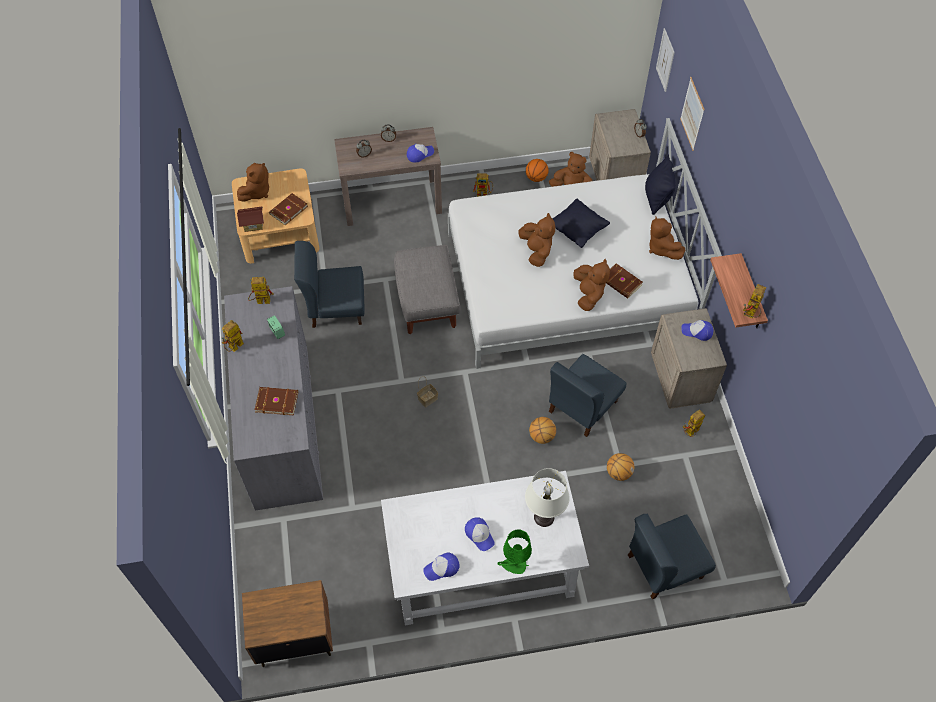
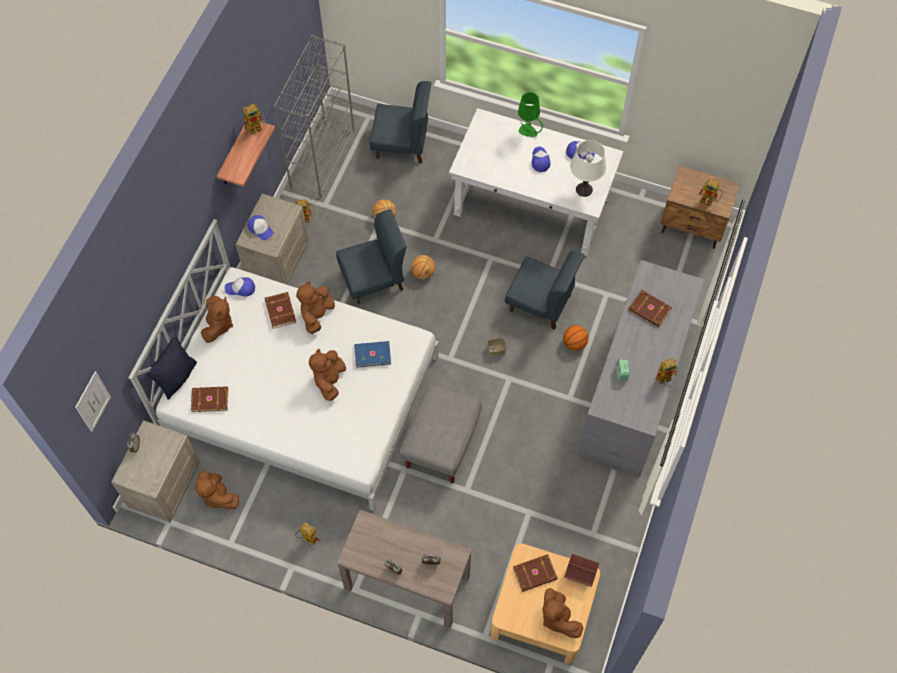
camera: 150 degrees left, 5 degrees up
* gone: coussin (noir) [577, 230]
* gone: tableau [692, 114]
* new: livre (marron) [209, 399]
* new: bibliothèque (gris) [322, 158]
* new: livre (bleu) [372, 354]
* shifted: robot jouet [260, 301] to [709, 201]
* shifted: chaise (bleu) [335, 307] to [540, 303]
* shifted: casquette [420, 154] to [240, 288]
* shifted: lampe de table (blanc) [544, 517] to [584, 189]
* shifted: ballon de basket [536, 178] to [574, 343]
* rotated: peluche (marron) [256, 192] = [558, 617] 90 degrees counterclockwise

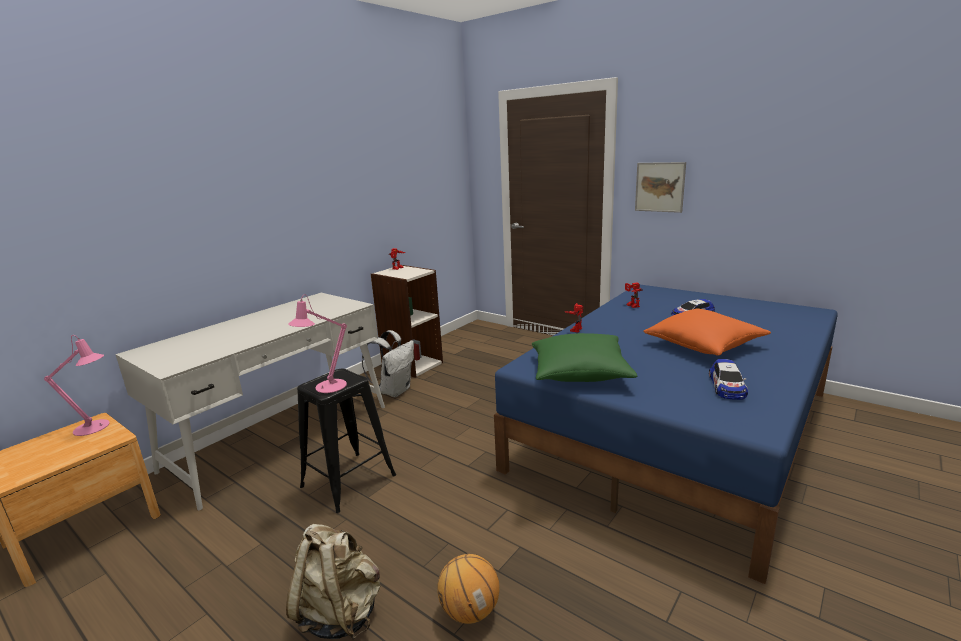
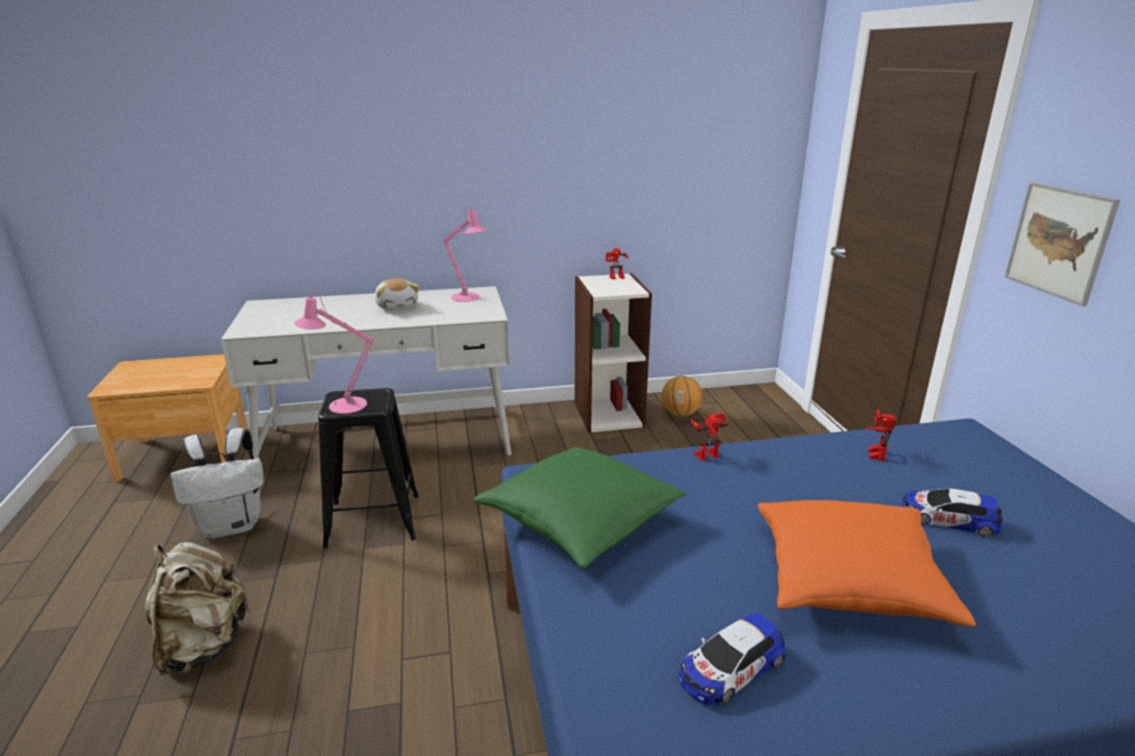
camera: 40 degrees right, 5 degrees up
* new: peluche [397, 306]
* shifted: lampe de table (rose) [96, 427] to [468, 298]
* shifted: sac à dos (blanc) [394, 391] to [233, 525]
* shifted: ballon de basket [469, 610] to [680, 414]

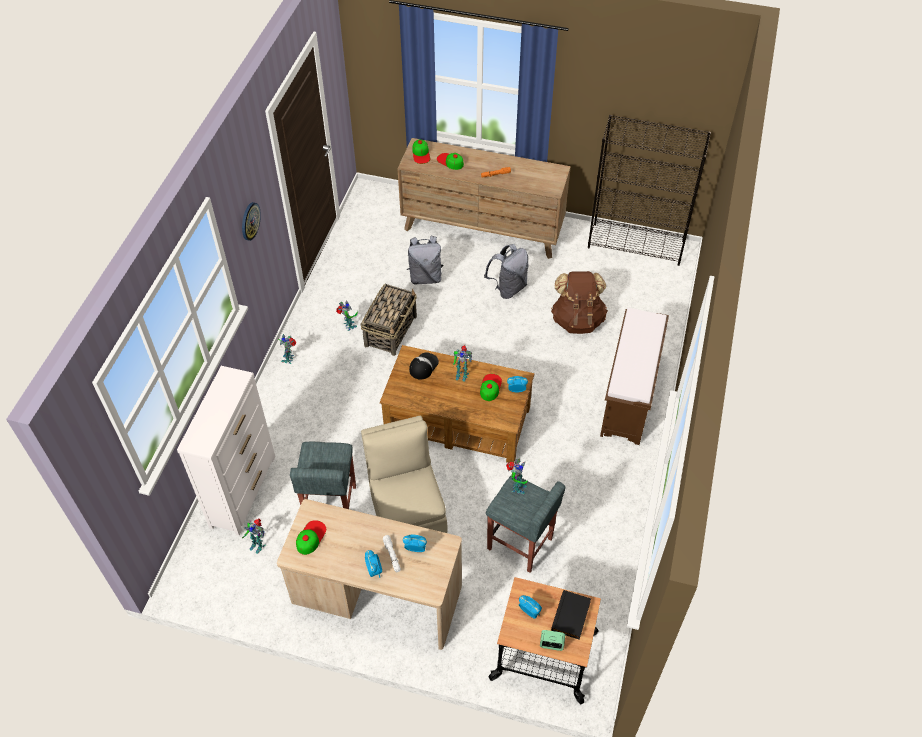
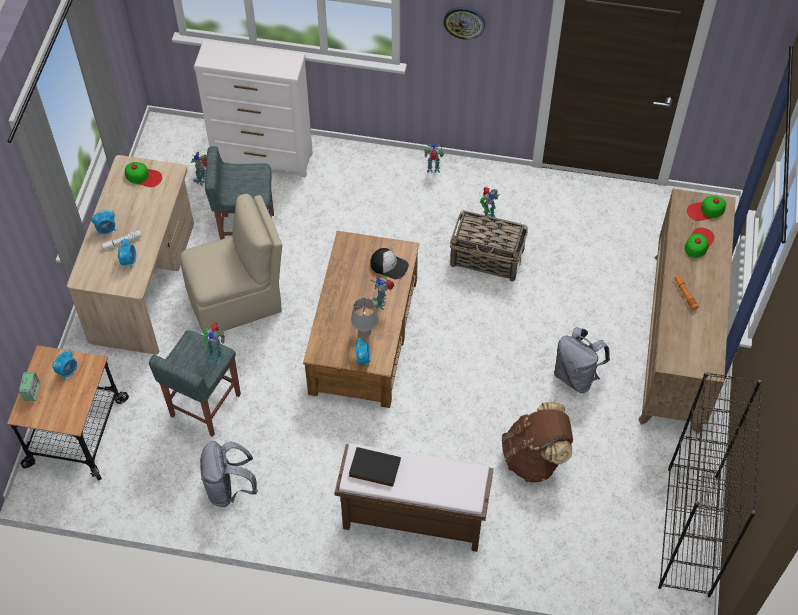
camera: 85 degrees right, 5 degrees up
* shifted: sac à dos (gris) [425, 277] to [229, 488]
* shifted: livre (noir) [572, 616] to [374, 469]
* swapped: casquette [490, 387] to lampe de table (gris) [365, 332]

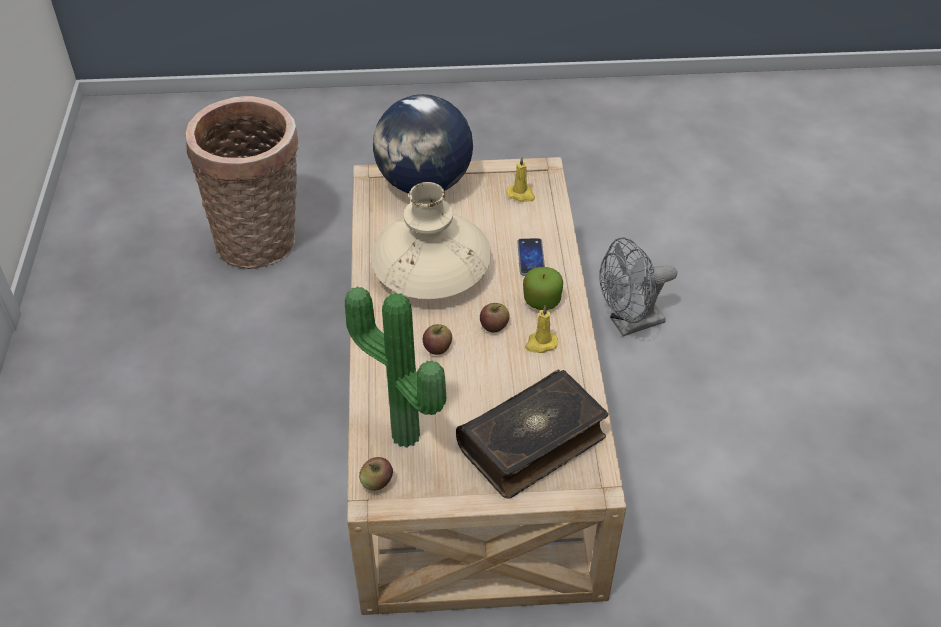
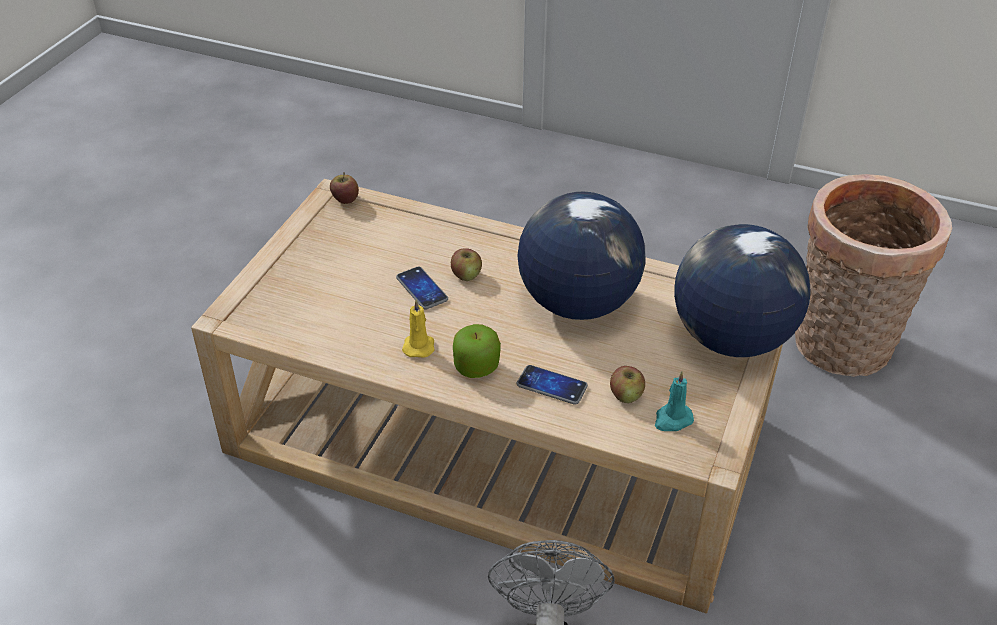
camera: 115 degrees right, 5 degrees down
* gone: plante en pot [402, 439]
* gone: livre [533, 443]
* new: téléphone [422, 289]
* shifted: pomme [494, 326] to [626, 395]
* swapped: vase (beige) [431, 271] to globe [578, 302]
* repainted: bougie (jaune) [521, 194] to bougie (turquoise) [672, 419]

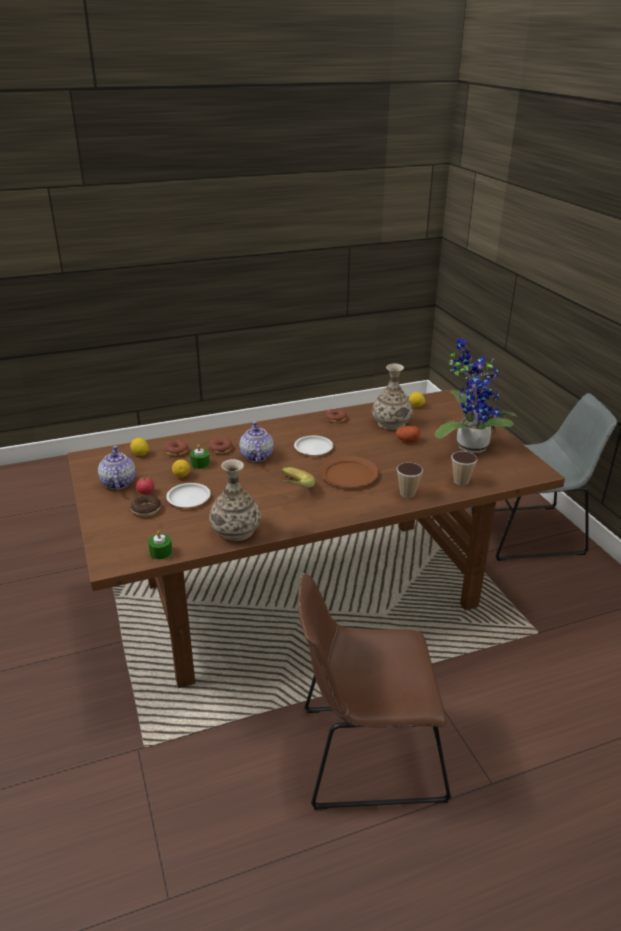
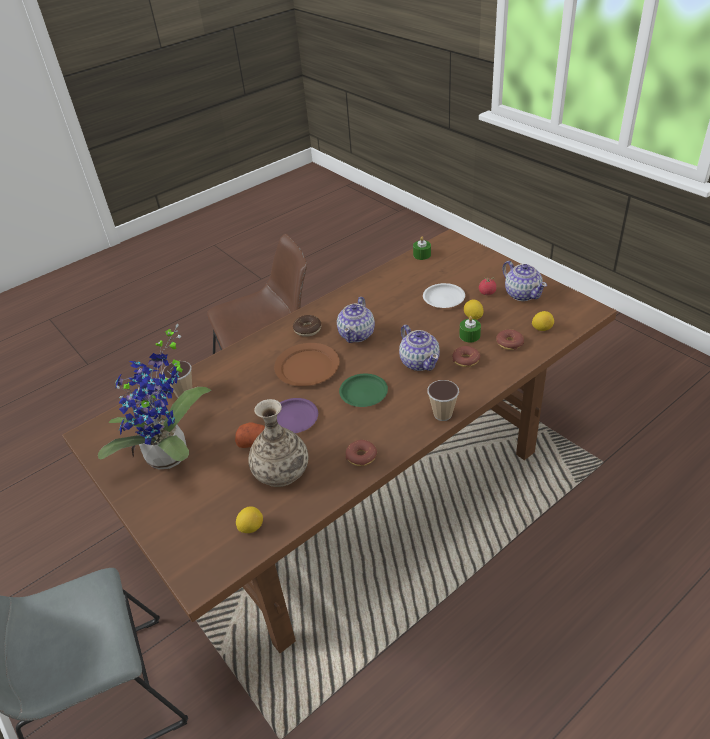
camera: 165 degrees right, 10 degrees up
* gone: vase [236, 531]
* new: assiette (violet) [293, 418]
* shifted: beignet [146, 510] to [307, 329]
* shifted: tasse [407, 493] to [442, 414]
* swapped: banane [291, 488] to théière [357, 334]
* repainted: assiette (blanc) [313, 448] to assiette (vert) [363, 393]

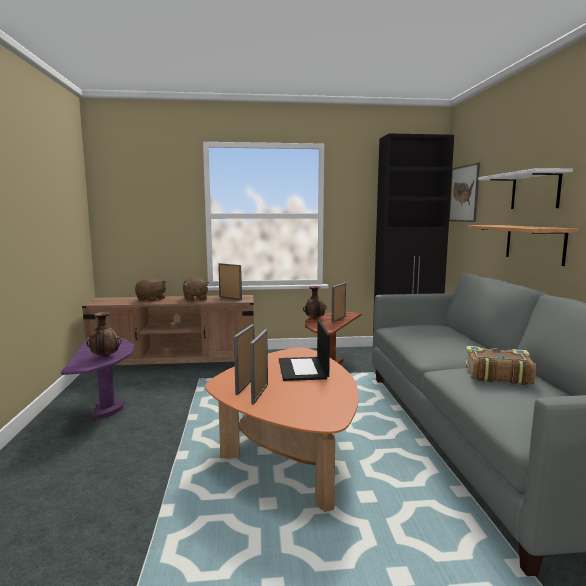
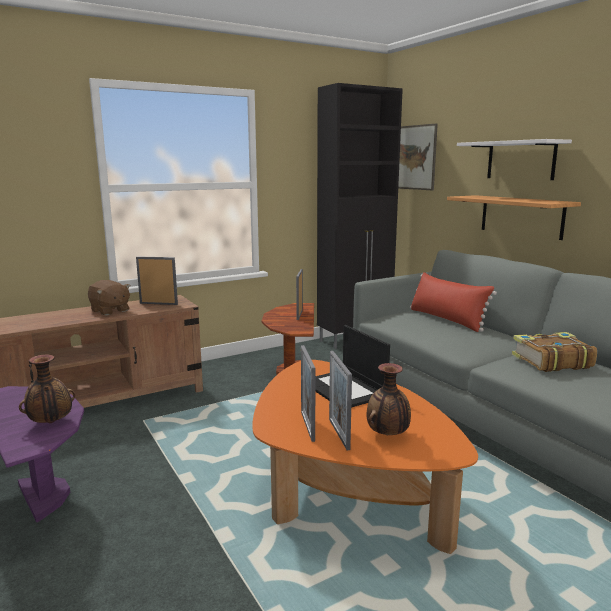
camera: 25 degrees left, 5 degrees up
* gone: peluche (marron) [152, 299]
* new: coussin (rouge) [446, 319]
* shifted: vase [314, 319] to [388, 435]

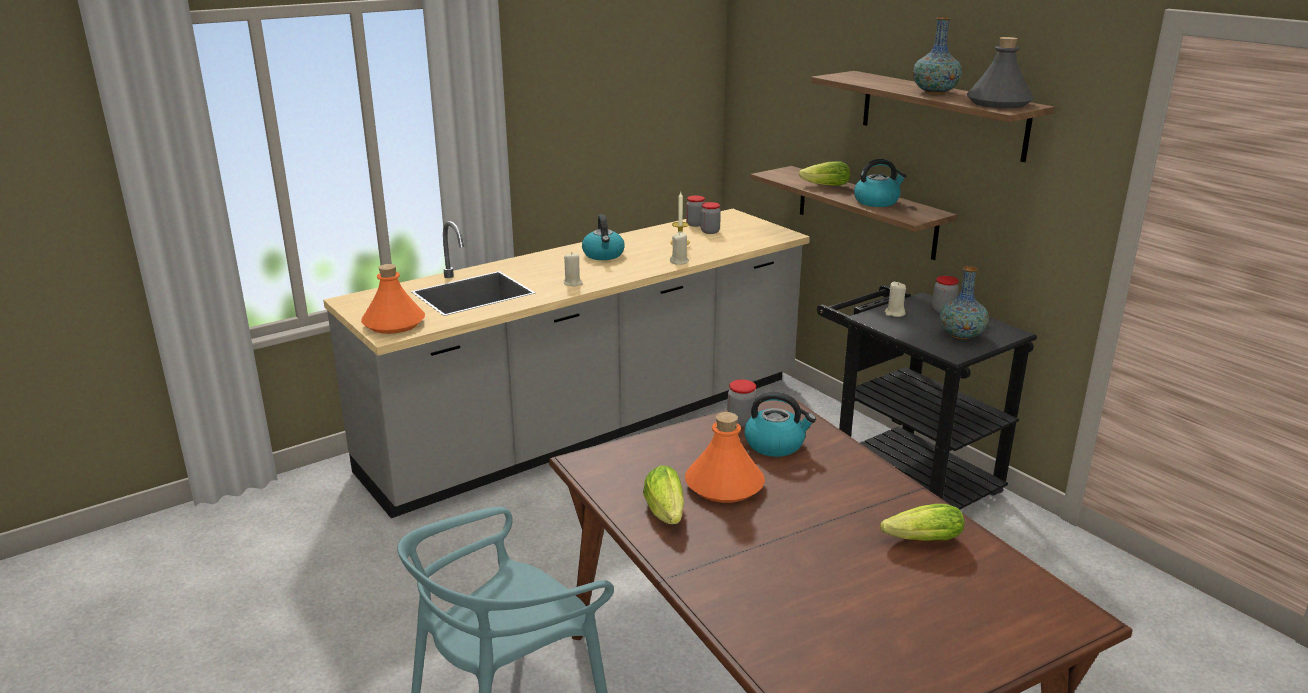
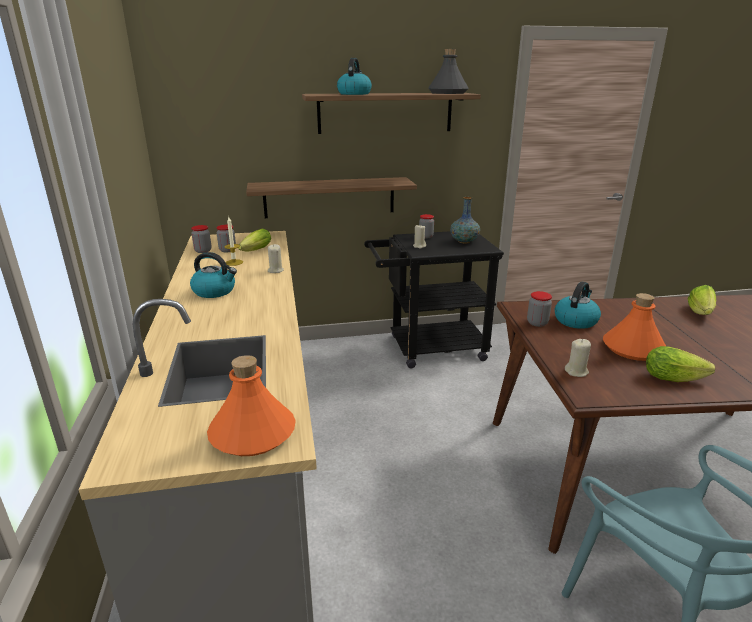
camera: 65 degrees left, 0 degrees up
* gone: vase [934, 92]
* shifted: bougie (beige) [573, 283] to [576, 372]
* shifted: laitue [823, 186] to [254, 251]
* shifted: bouilloire [877, 201] to [354, 94]

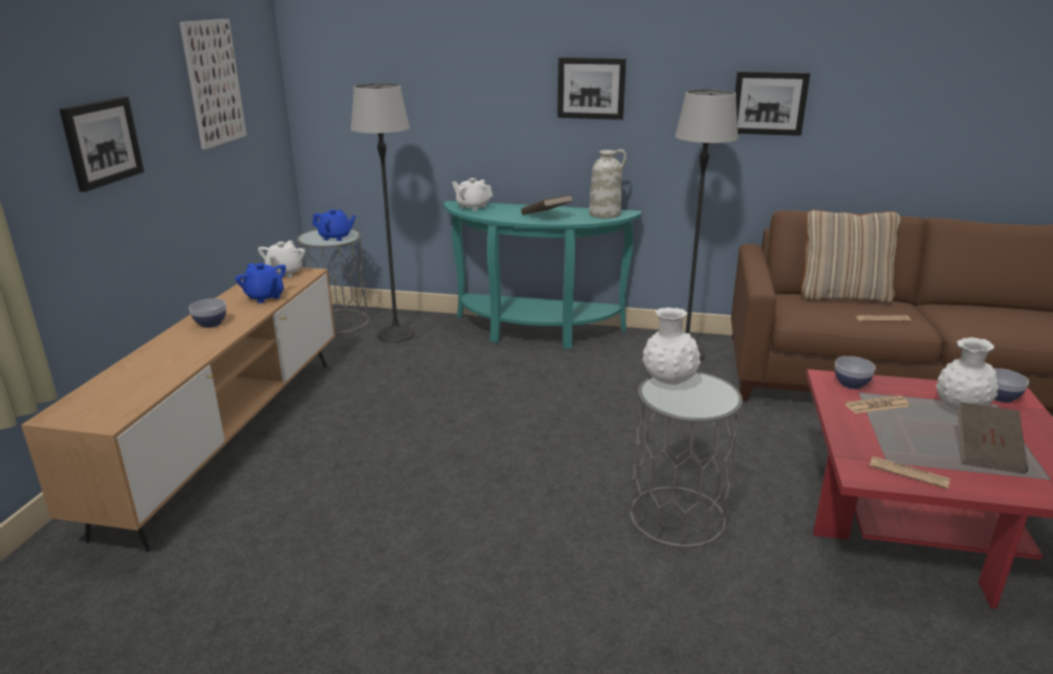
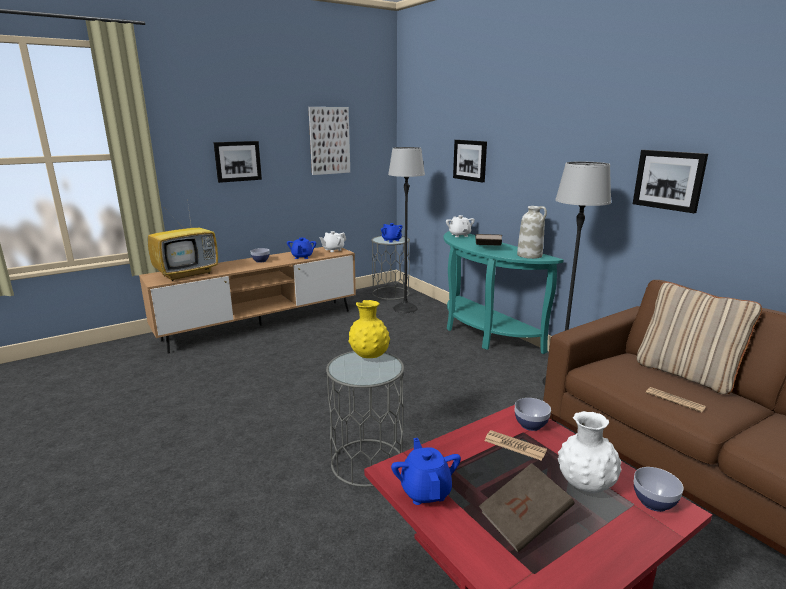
camera: 45 degrees right, 5 degrees down
* new: téléviseur [188, 274]
* shifted: tableau [591, 88] to [470, 160]
* swapped: journal [908, 473] to théière (bleu) [425, 491]
* repainted: vase (blanc) [669, 381] to vase (jaune) [369, 356]

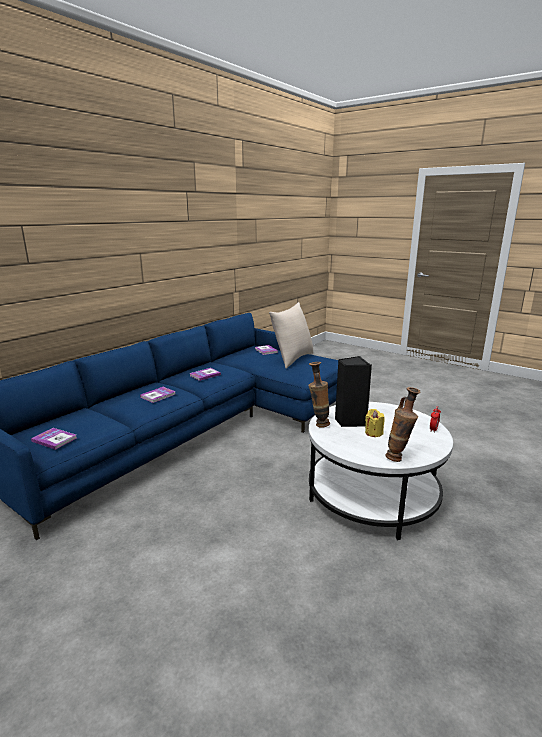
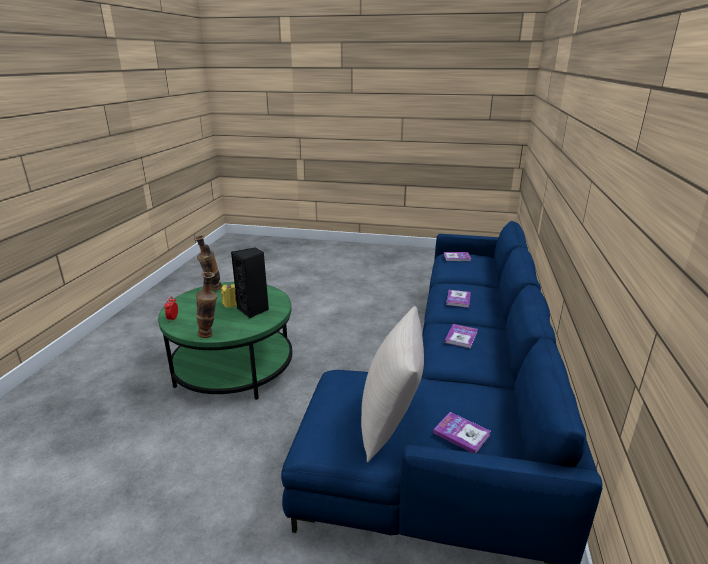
camera: 155 degrees right, 5 degrees up
* shifted: vase [318, 424] to [210, 335]
* repainted: table basse (blanc) [372, 494] to table basse (vert) [234, 367]

